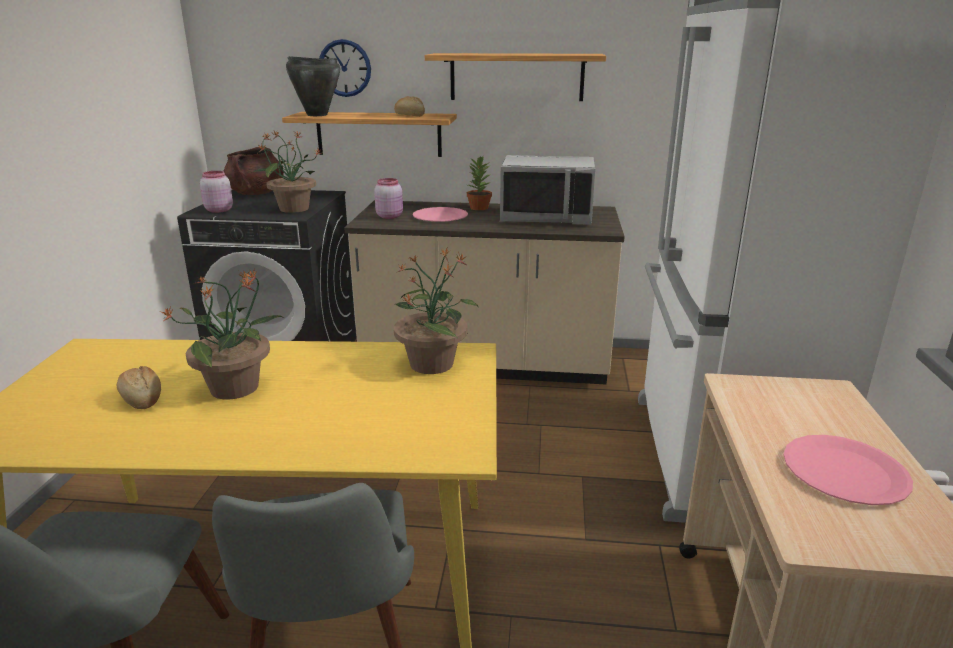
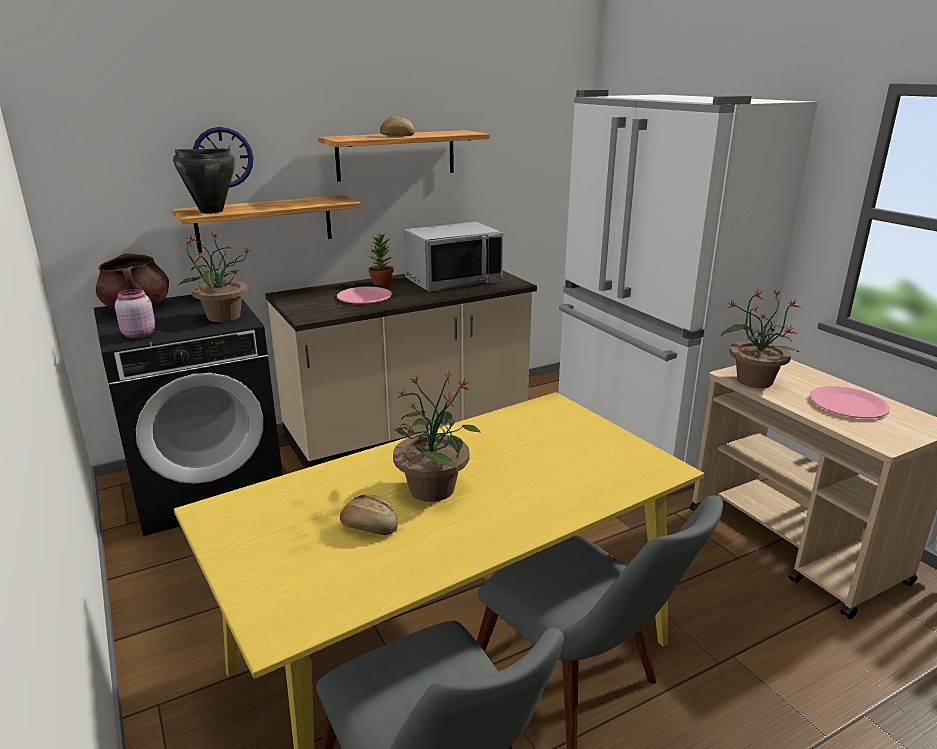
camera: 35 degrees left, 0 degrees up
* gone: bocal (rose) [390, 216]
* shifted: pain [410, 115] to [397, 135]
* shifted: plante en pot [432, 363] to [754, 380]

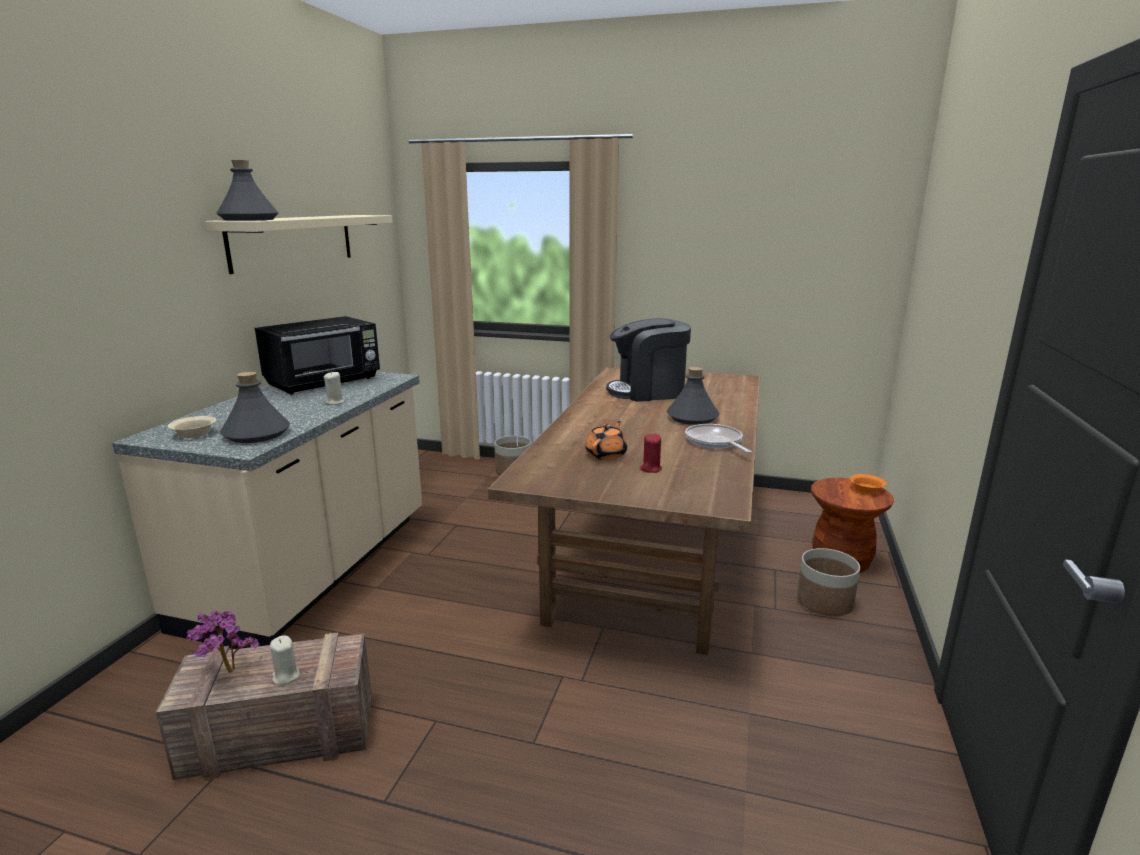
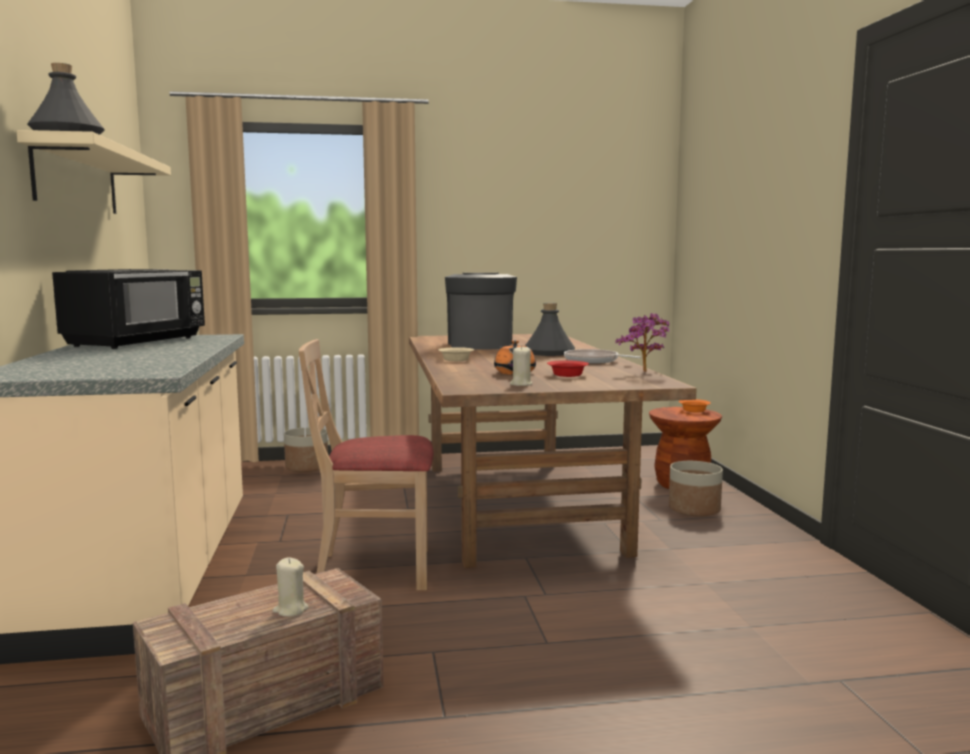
camera: 25 degrees left, 10 degrees down
* gone: bouteille (gris) [256, 434]
* new: chaise (beige) [374, 569]
* shifted: bol (beige) [194, 434] to [455, 360]
* shifted: plante en pot [226, 675] to [645, 372]
* shifted: bougie (beige) [335, 402] to [521, 384]
* swapped: bougie (rouge) [650, 469] to bol (rouge) [568, 375]
* rotated: machine à café [648, 391] = [480, 345] 120 degrees clockwise

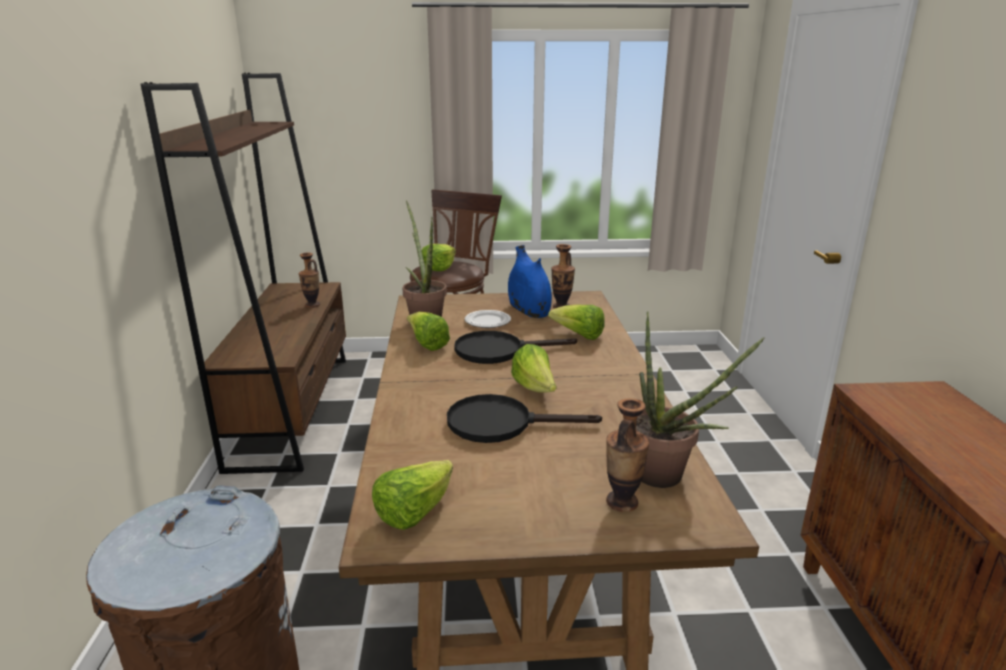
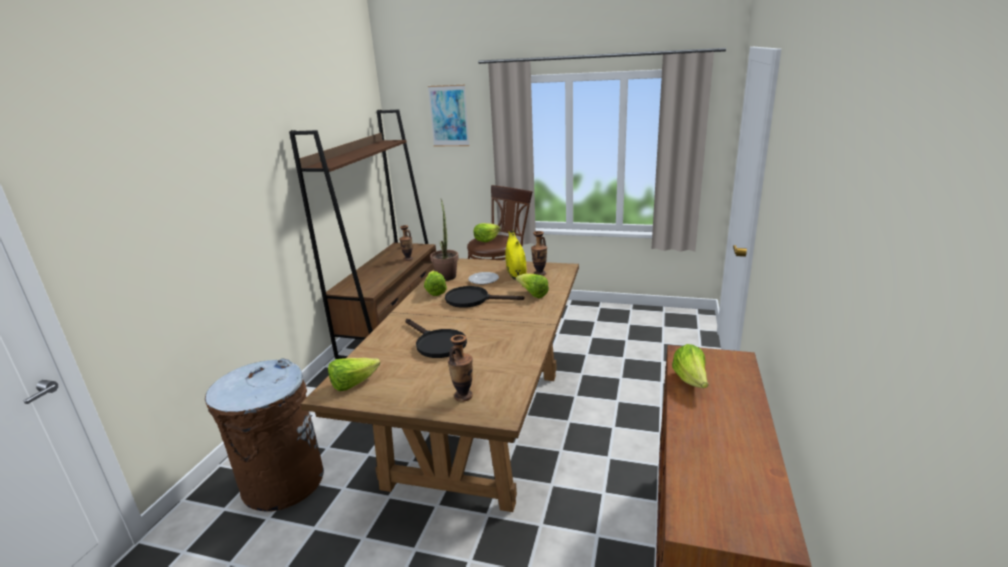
camera: 20 degrees right, 0 degrees up
* gone: plante en pot [667, 479]
* new: tableau [449, 116]
* shifted: laitue [535, 388] to [691, 381]
* repainted: vase (bleu) [528, 310] to vase (jaune) [516, 274]
* rotated: poêle (noir) [501, 423] = [437, 344] 150 degrees counterclockwise

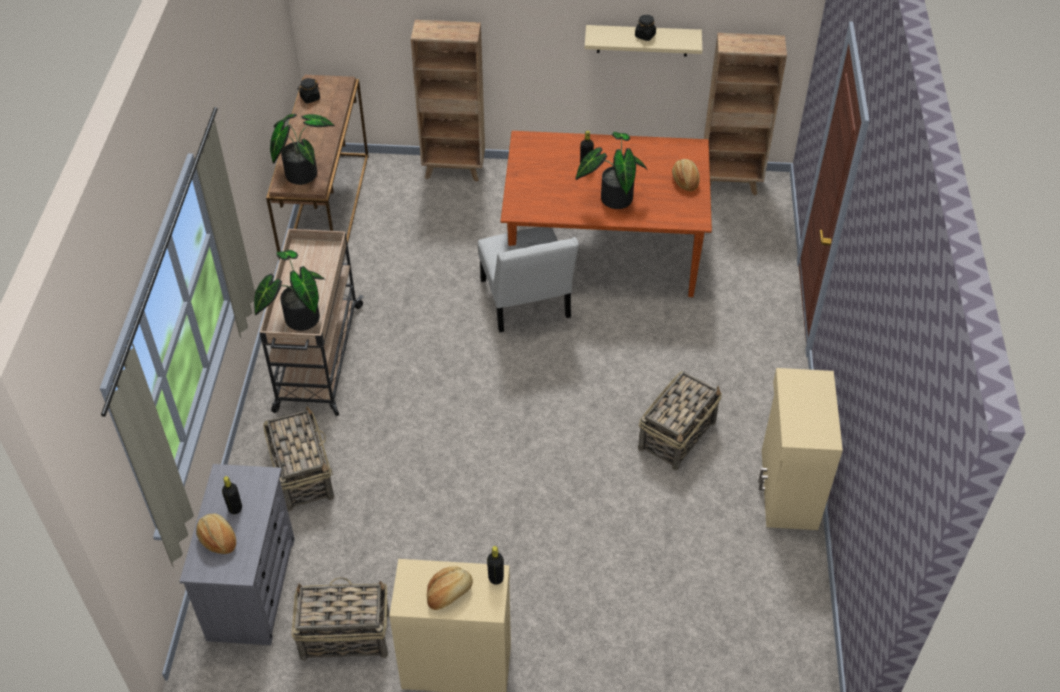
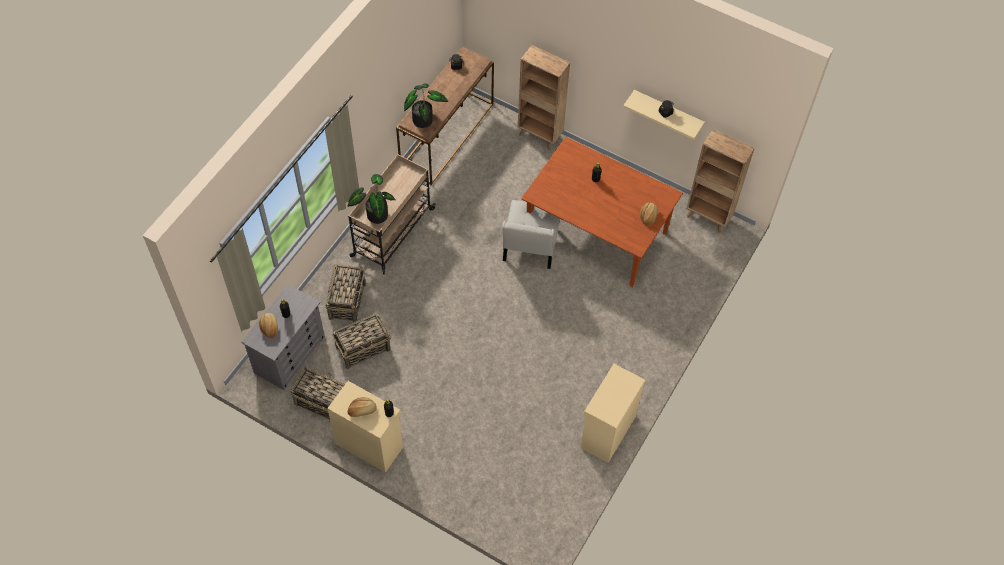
camera: 25 degrees right, 10 degrees up
* gone: plante en pot [612, 198]
* shifted: panier [677, 434] to [363, 348]

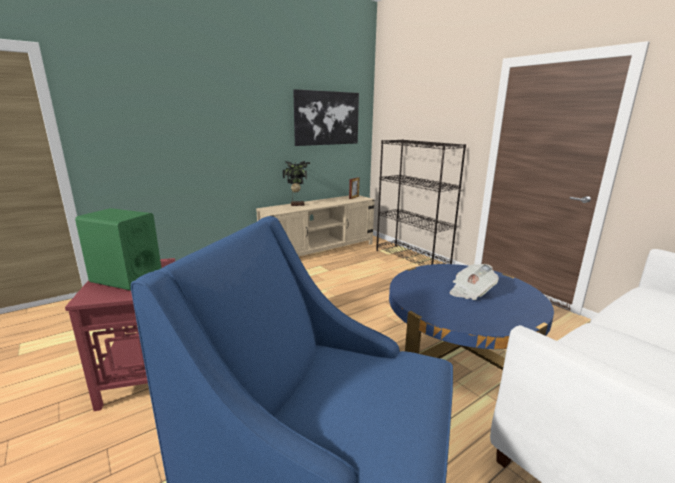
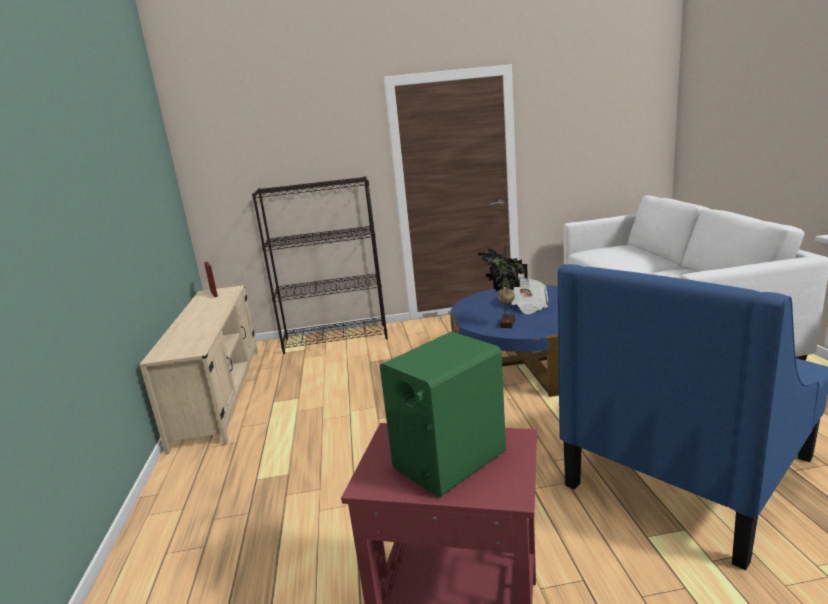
camera: 60 degrees left, 0 degrees up
* gone: tableau [327, 118]
* shifted: plante en pot [297, 205] to [505, 324]

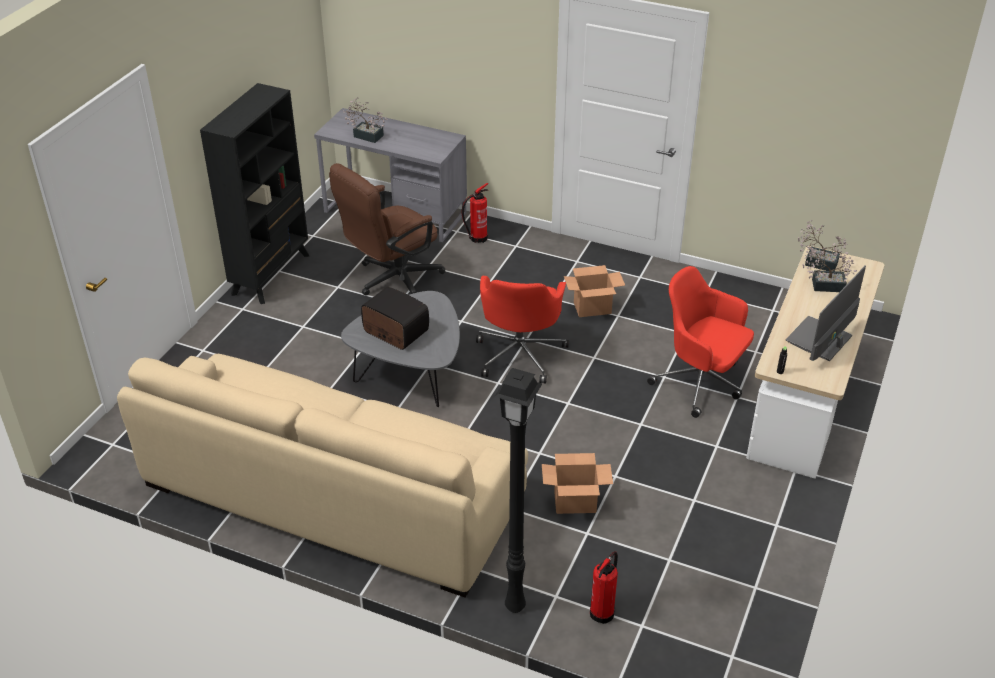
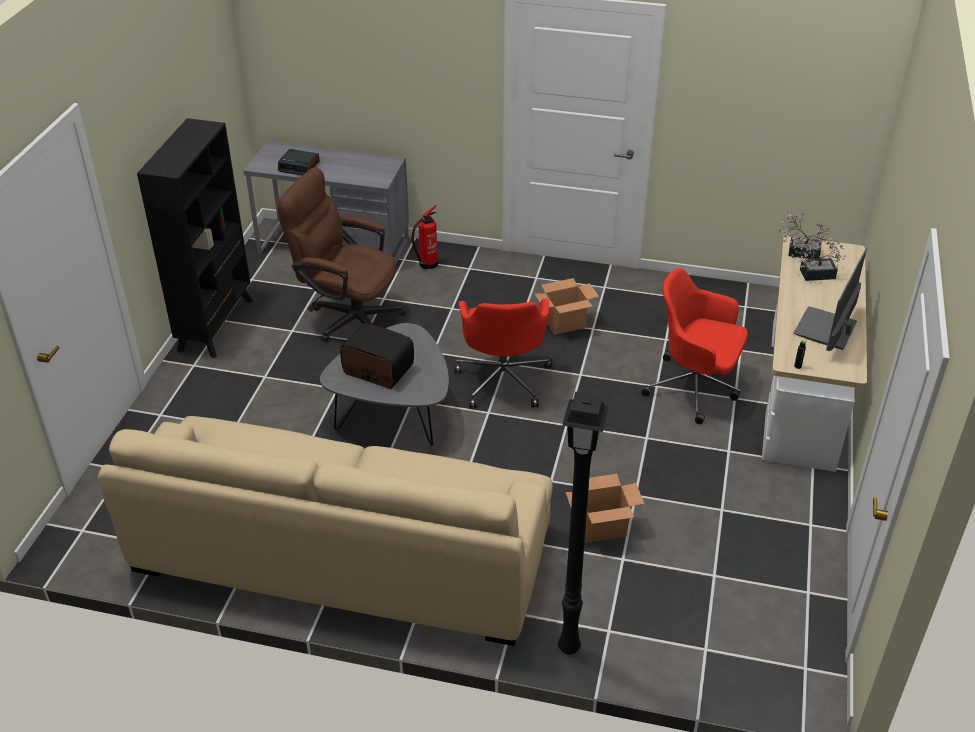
camera: 10 degrees left, 0 degrees up
* gone: extincteur [603, 611]
* swapped: plante en pot [365, 135] to réveil [299, 166]
* rotated: chaise de bureau (marron) [392, 280] = [348, 317] 75 degrees clockwise

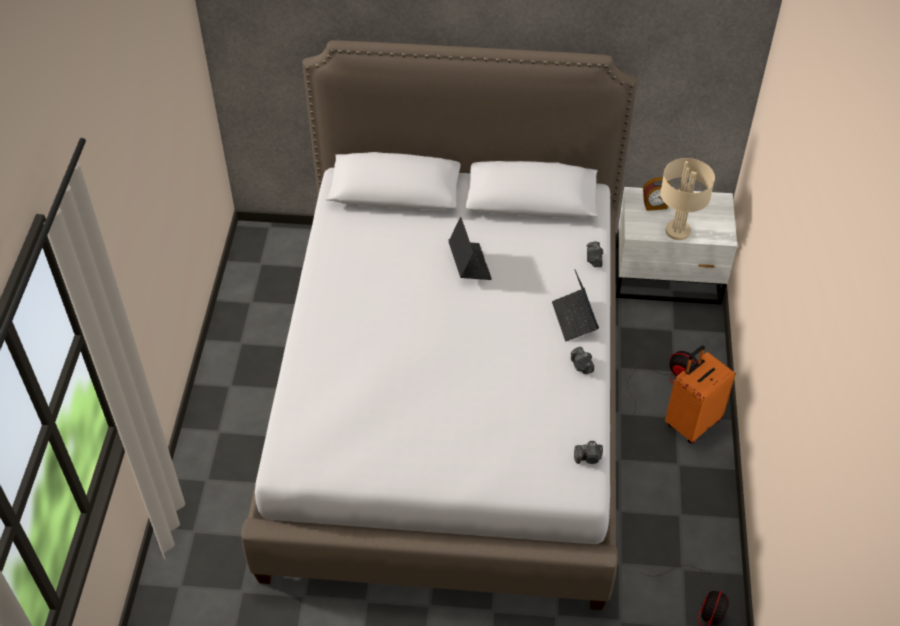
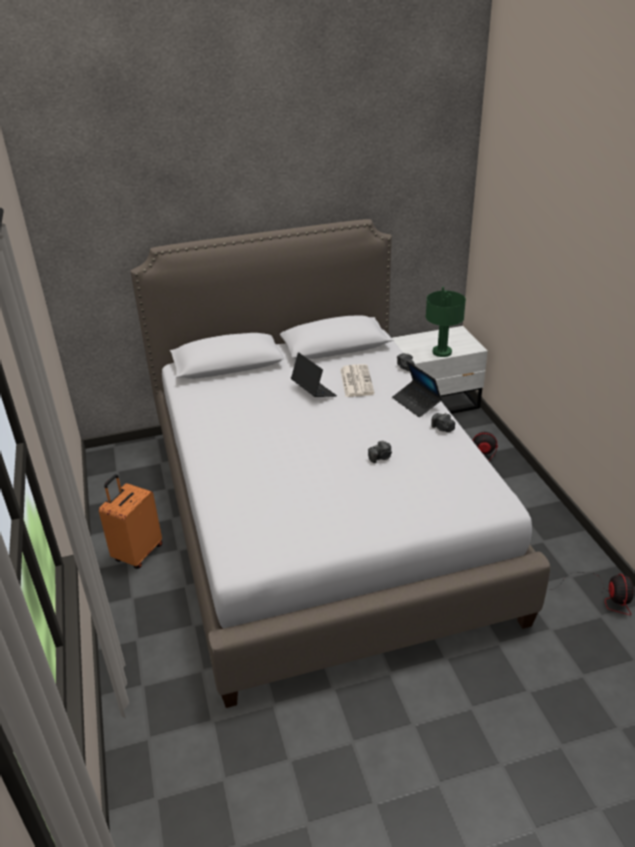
camera: 20 degrees left, 15 degrees down
* gone: réveil [655, 205]
* new: journal [356, 381]
* shifted: appareil photo [588, 458] to [381, 457]
* shifted: valise (orange) [692, 422] to [137, 553]
* repainted: lampe de table (beige) [678, 230] to lampe de table (vert) [442, 352]

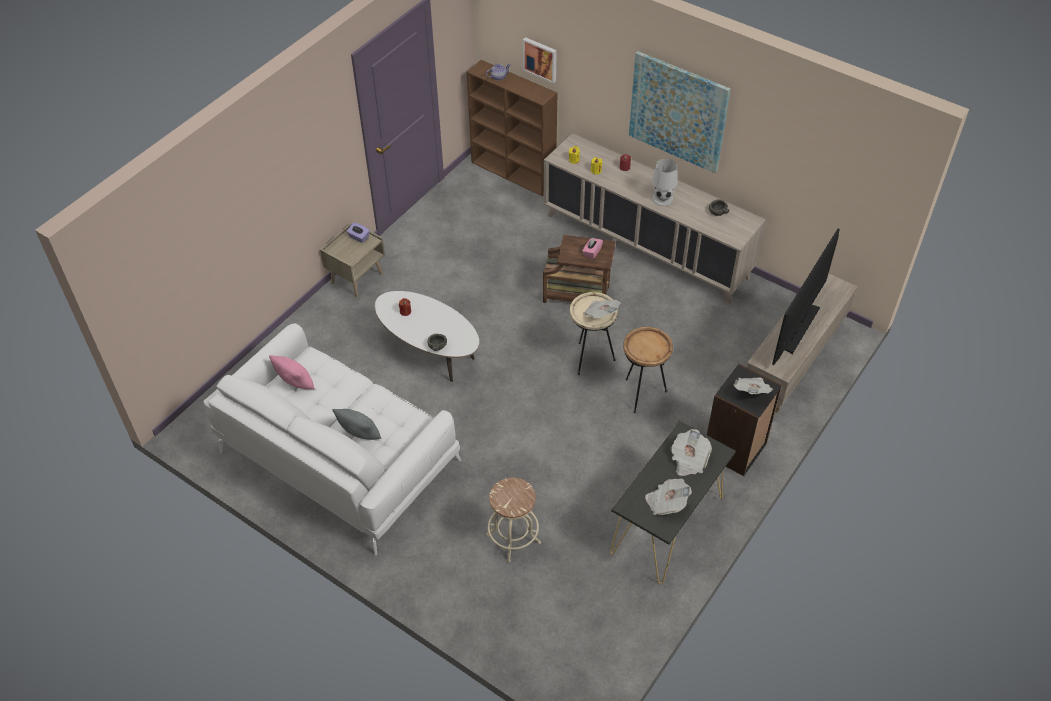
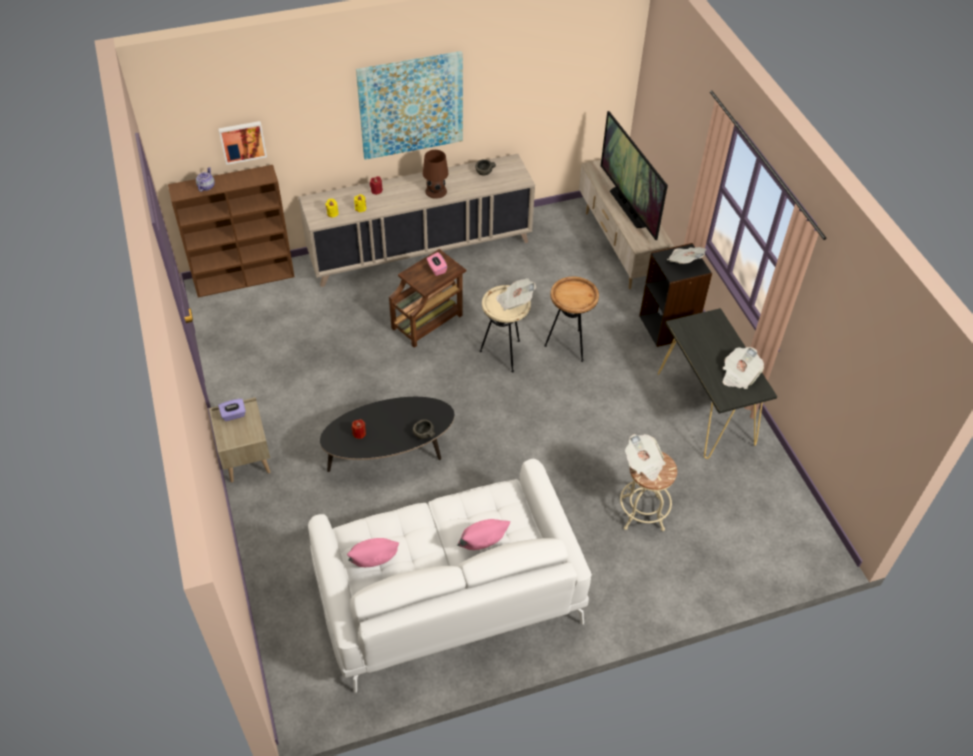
camera: 55 degrees left, 0 degrees up
* shifted: journal [688, 460] to [644, 464]
* repainted: coussin (gris) [359, 434] to coussin (rose) [482, 544]
* repainted: table basse (blanc) [429, 351] to table basse (noir) [390, 455]
* repainted: lampe de table (blanc) [662, 199] to lampe de table (marron) [436, 191]

